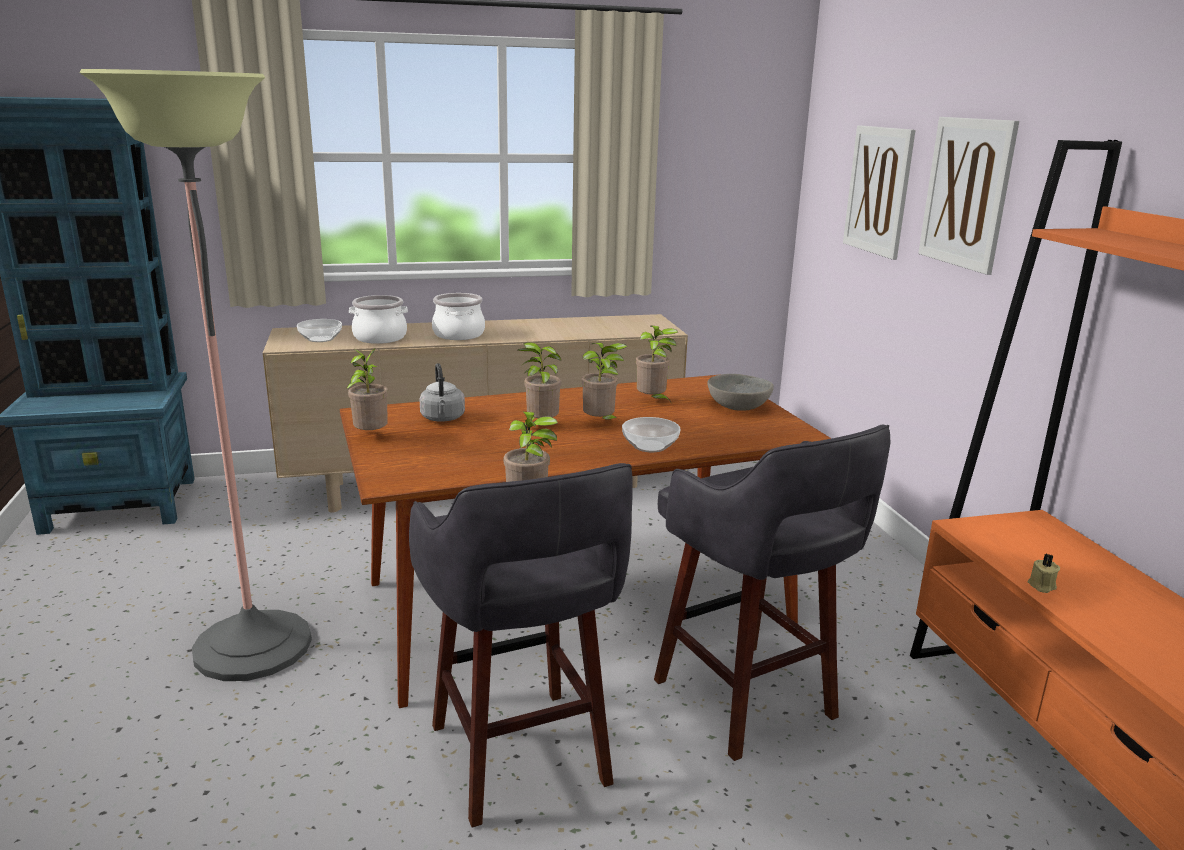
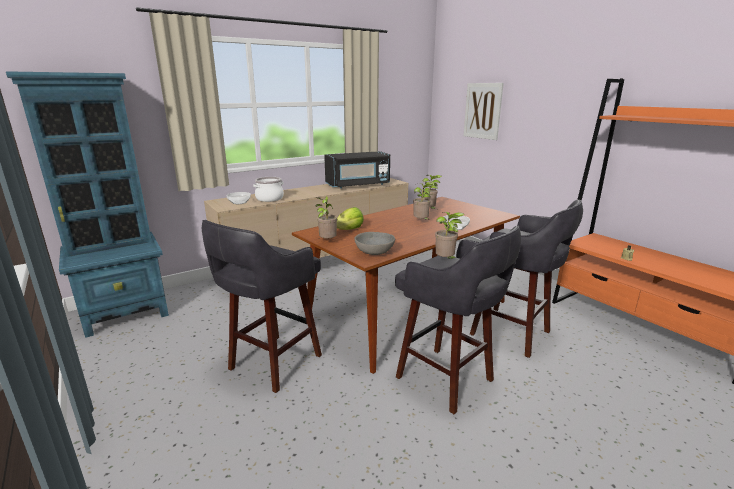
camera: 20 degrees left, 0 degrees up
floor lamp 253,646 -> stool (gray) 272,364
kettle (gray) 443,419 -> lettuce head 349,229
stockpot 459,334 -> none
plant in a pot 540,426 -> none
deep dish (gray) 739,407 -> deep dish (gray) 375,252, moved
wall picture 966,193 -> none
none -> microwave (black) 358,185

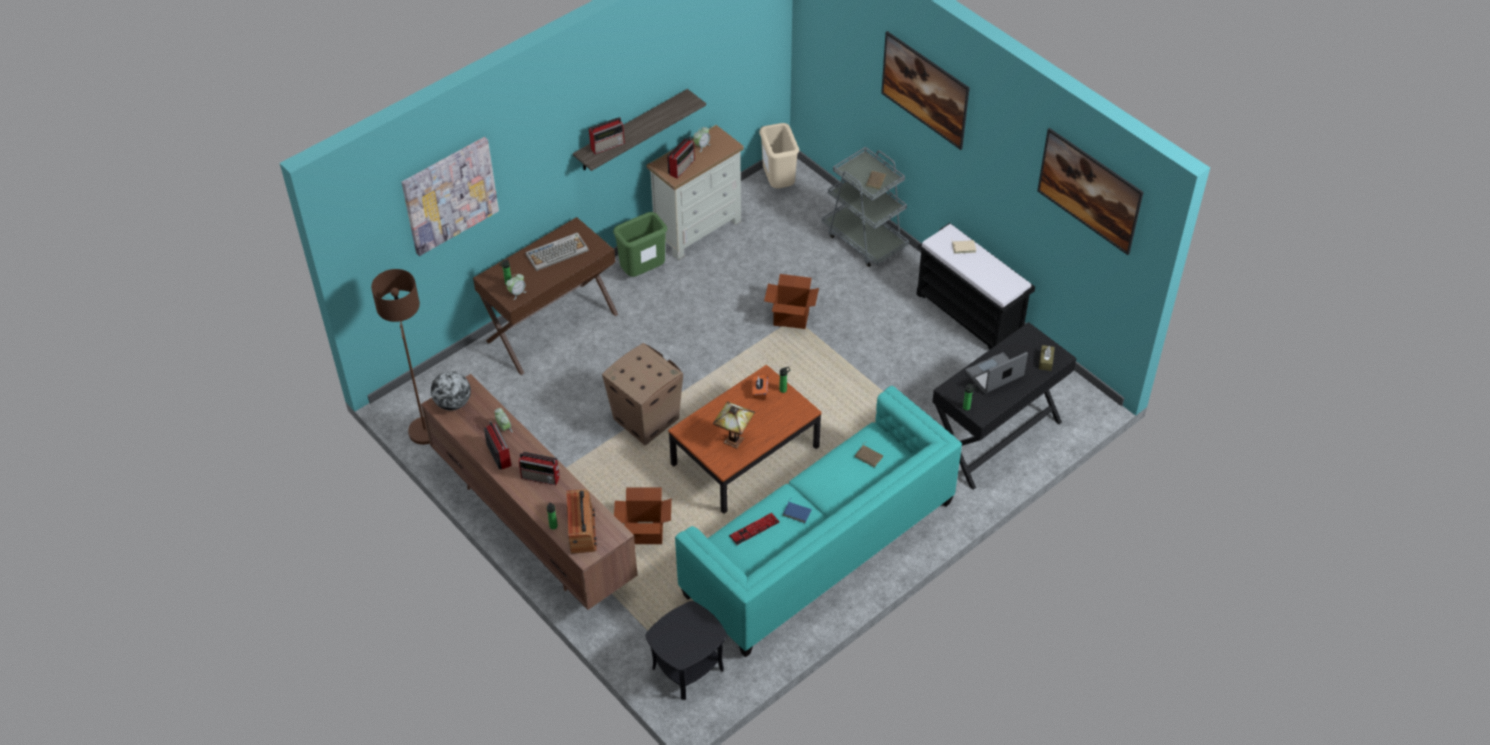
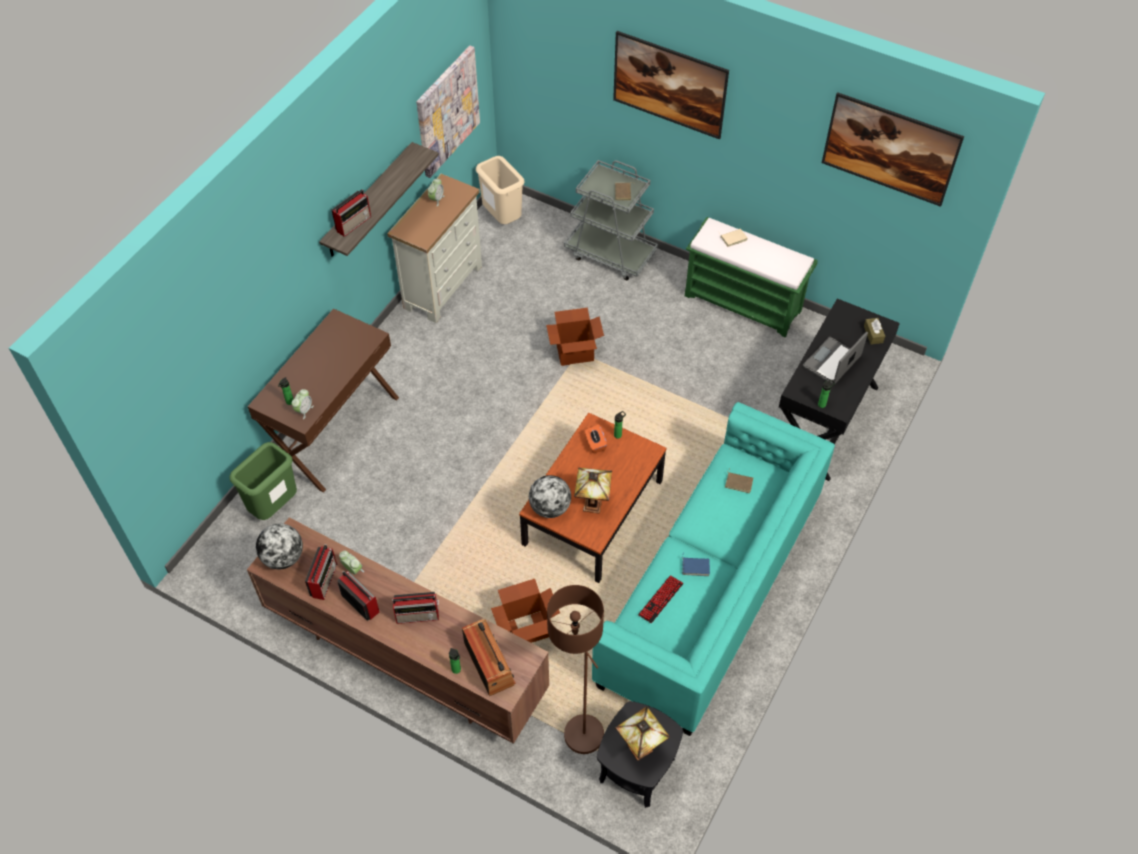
camera: 20 degrees left, 5 degrees up
floor lamp (brown-coloured) 424,424 -> floor lamp (brown-coloured) 577,725, moved
wall picture 449,195 -> wall picture 447,111, moved
computer keyboard 557,252 -> none
packing box 645,418 -> none
trash can (greenish) 643,272 -> trash can (greenish) 274,506, moved
radio set 682,167 -> radio set 324,579, moved
indoor bench (black) 970,315 -> indoor bench (greenish) 744,303
none -> world globe 550,508
none -> tabletop lamp 642,749

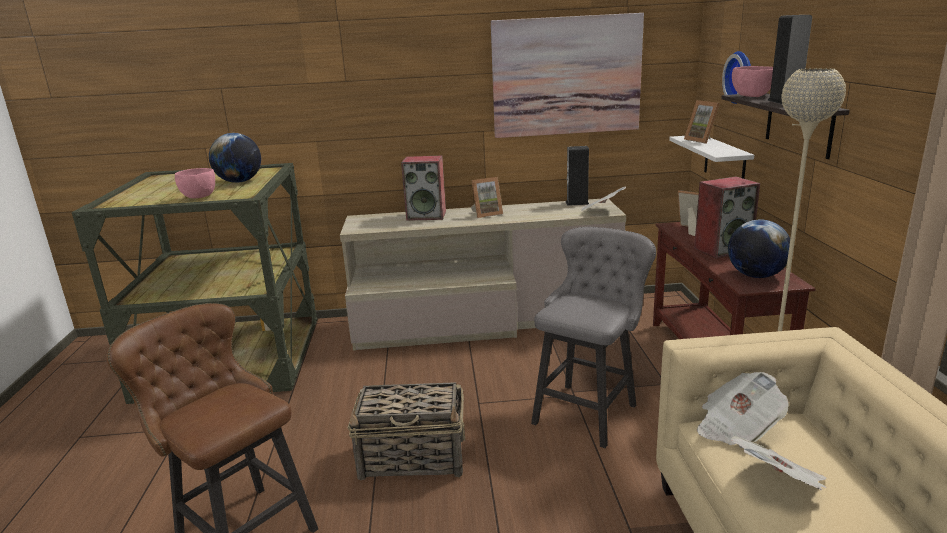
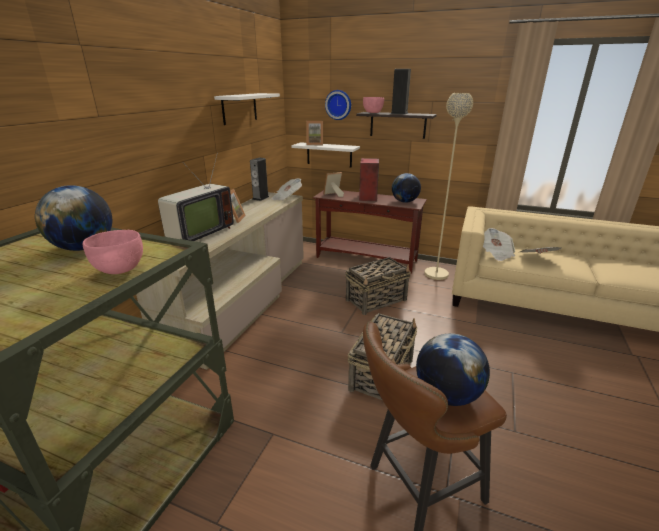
camera: 65 degrees left, 5 degrees up
loudspeaker 427,215 -> TV 198,234
wall picture 566,76 -> wall shelf (whitish) 239,108
stool (gray) 590,407 -> household basket 376,300
none -> world globe 447,395

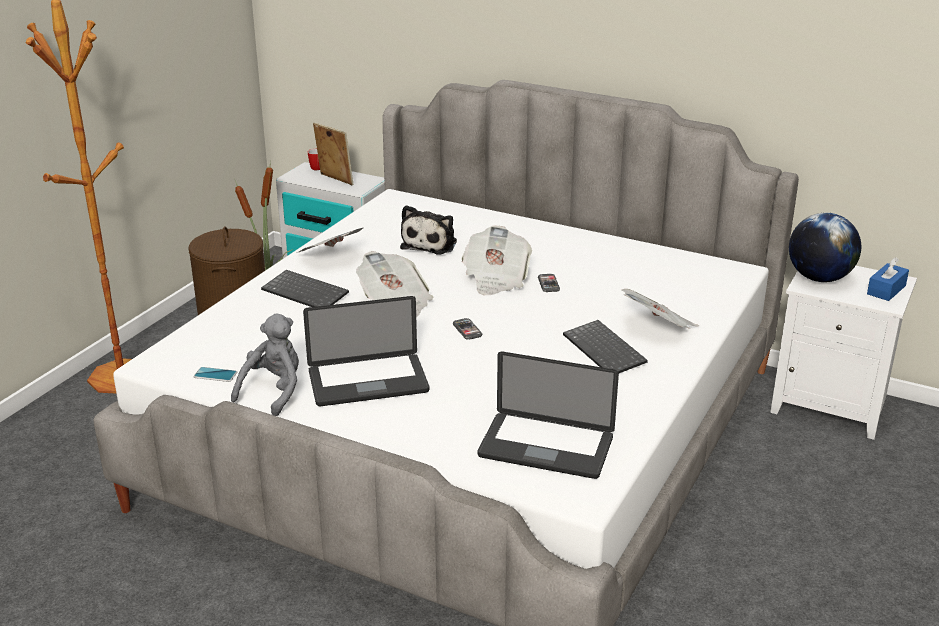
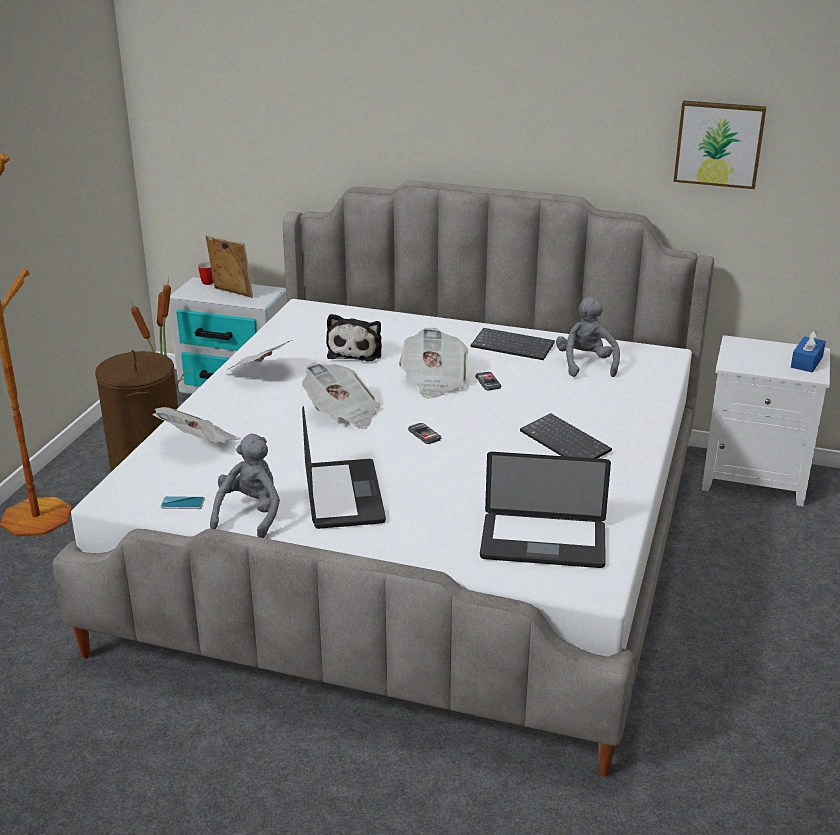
camera: 10 degrees left, 0 degrees up
computer keyboard 307,292 -> computer keyboard 514,346, moved
portable computer 368,382 -> portable computer 343,495, 75 degrees counterclockwise
daily paper 659,328 -> daily paper 199,445, moved
world globe 819,278 -> none
none -> soft toy (gray) 586,364
none -> wall picture 719,143

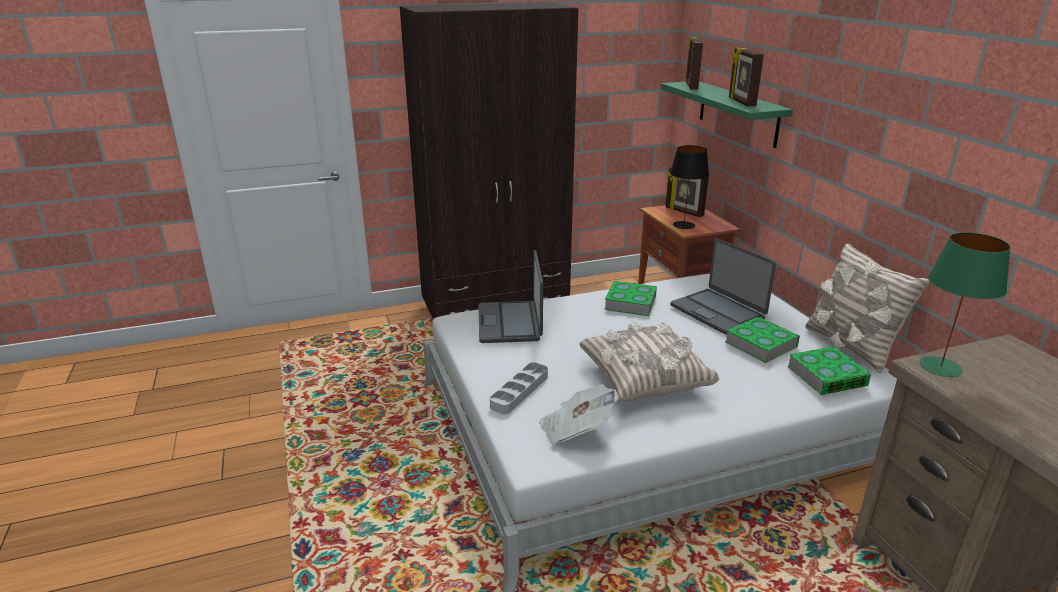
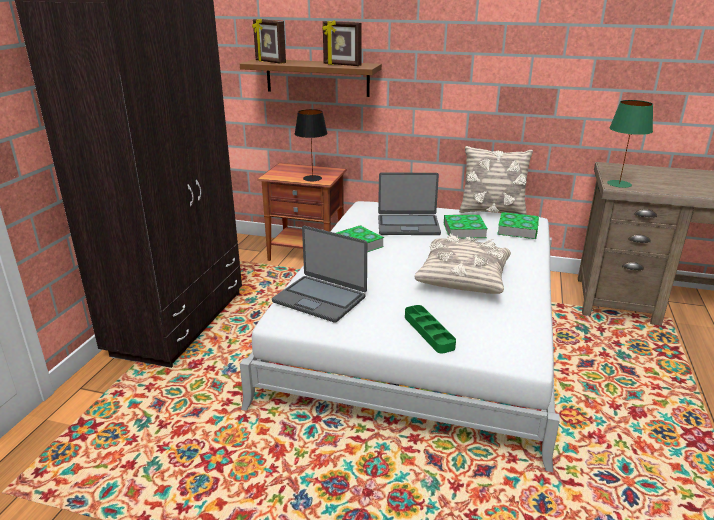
camera: 55 degrees left, 0 degrees up
carrying tray (gray) 519,391 -> carrying tray (greenish) 428,332
daily paper 576,430 -> none
wall shelf (greenish) 738,113 -> wall shelf (brown-coloured) 317,77
photo frame 683,212 -> none

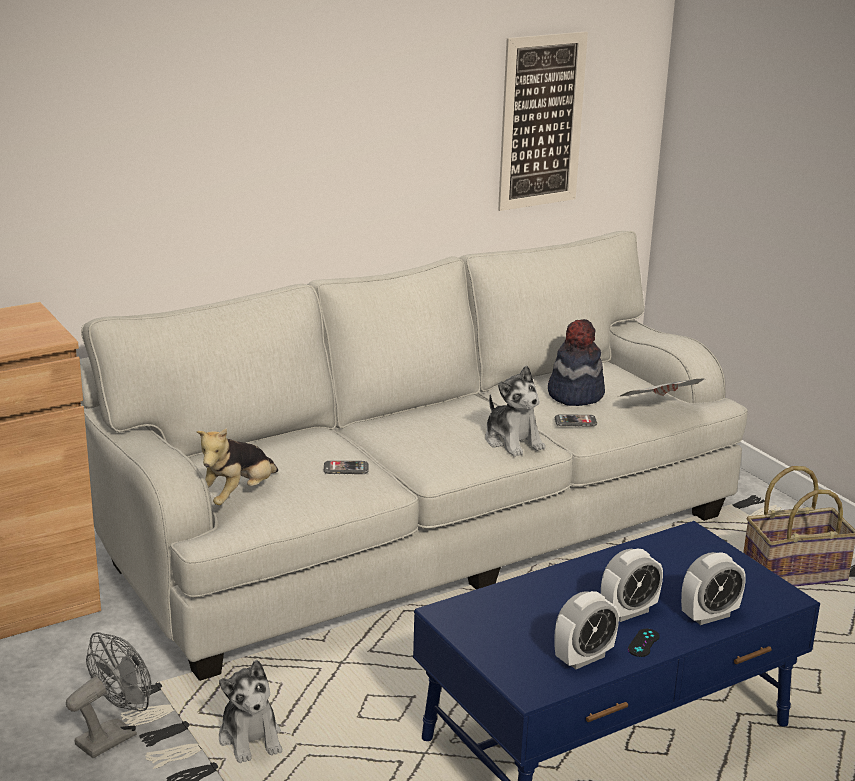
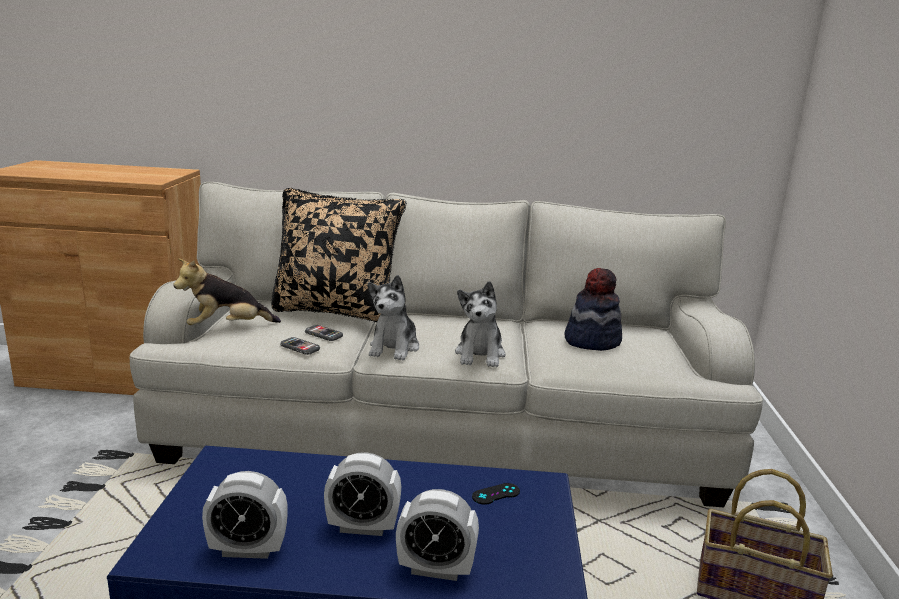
camera: 35 degrees right, 5 degrees down
cooling fan (gray) 113,735 -> none
soft toy 251,738 -> soft toy 394,348, moved
wall picture 541,121 -> none
handset 575,422 -> handset 300,347, moved
daily paper 658,408 -> none
game controller (black) 643,643 -> game controller (black) 496,494, moved
none -> pillow (black) 336,313

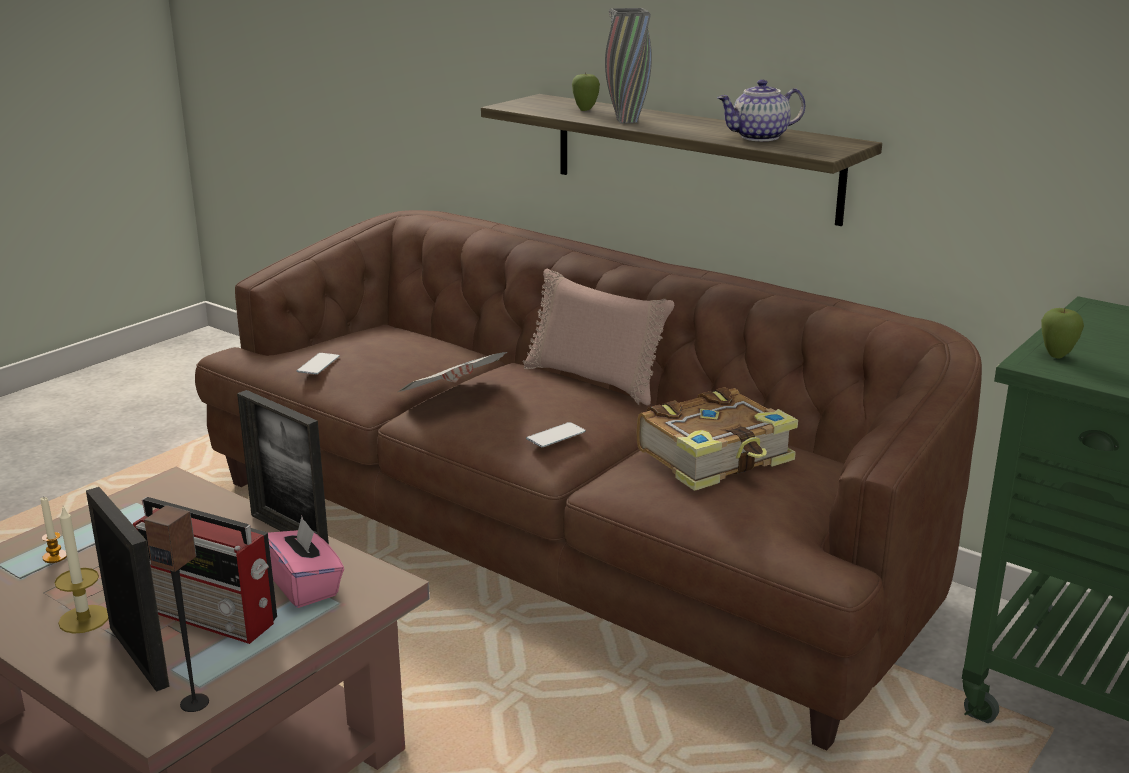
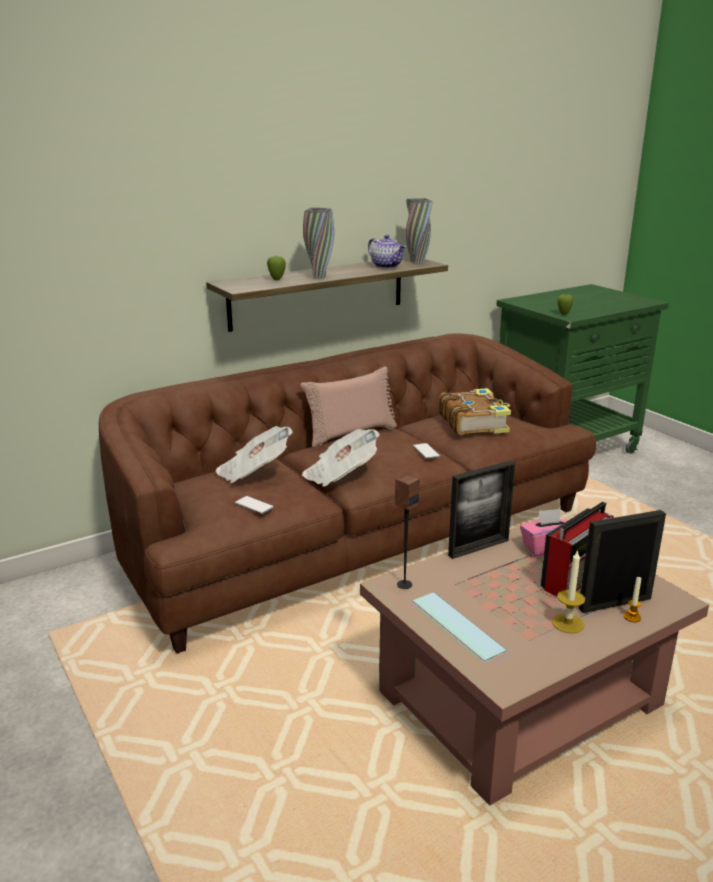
camera: 70 degrees left, 0 degrees up
candle 55,557 -> candle 632,617, moved
loudspeaker 195,702 -> loudspeaker 404,584, moved
teapot 759,137 -> teapot 387,266, 45 degrees counterclockwise
none -> daily paper 254,472
none -> vase (gray) 417,262

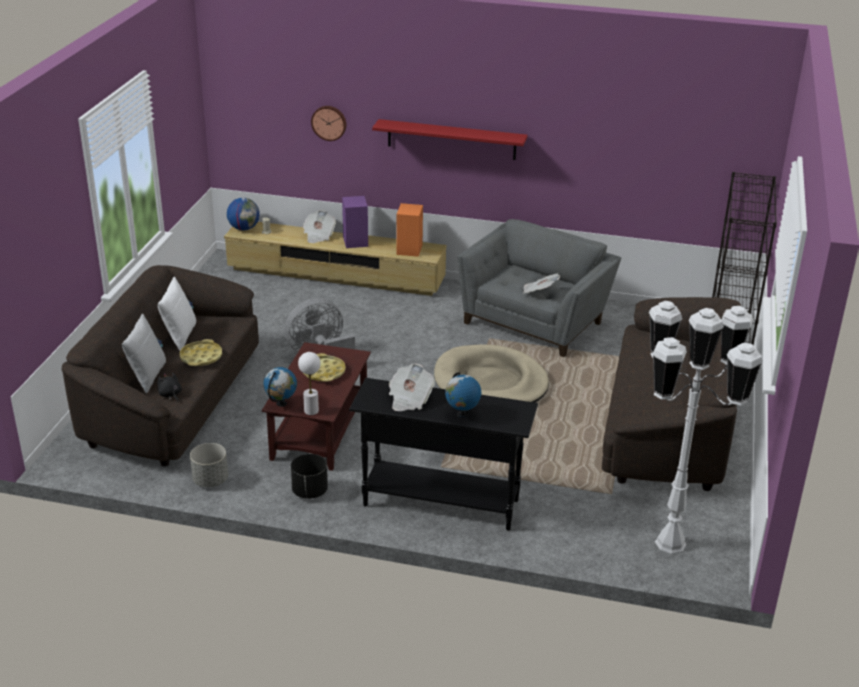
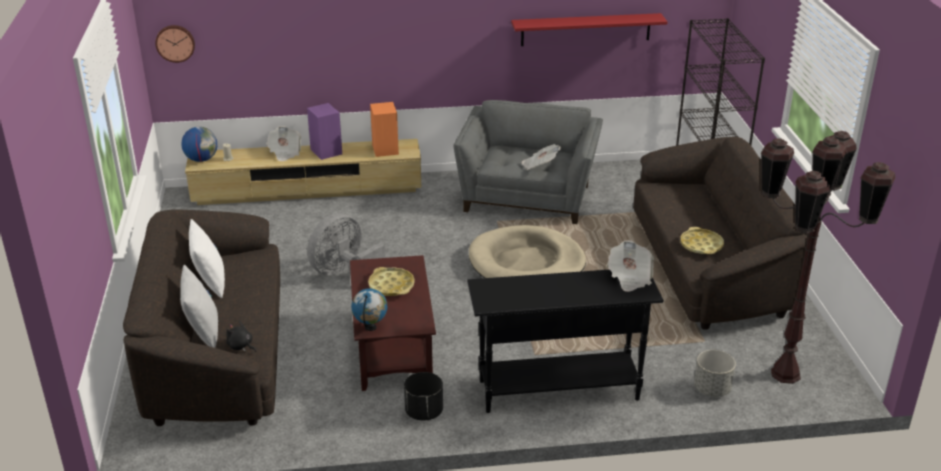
camera: 20 degrees left, 0 degrees up
carrying tray (yellowish) 201,357 -> carrying tray (yellowish) 701,245, moved
flower pot (gray) 210,480 -> flower pot (gray) 712,389, moved
tabletop lamp (whitish) 311,411 -> none
clock on the wall 329,122 -> clock on the wall 175,43, moved
wall shelf (reddish) 451,139 -> wall shelf (reddish) 585,29, moved
daily paper 409,399 -> daily paper 629,277, moved
world globe 462,414 -> none
floor lamp (whitish) 671,543 -> floor lamp (brown-coloured) 786,374

